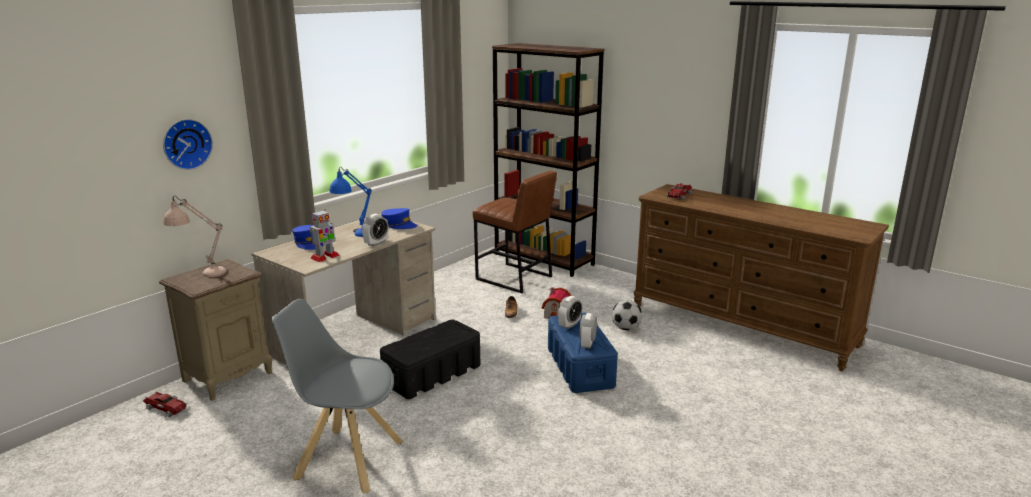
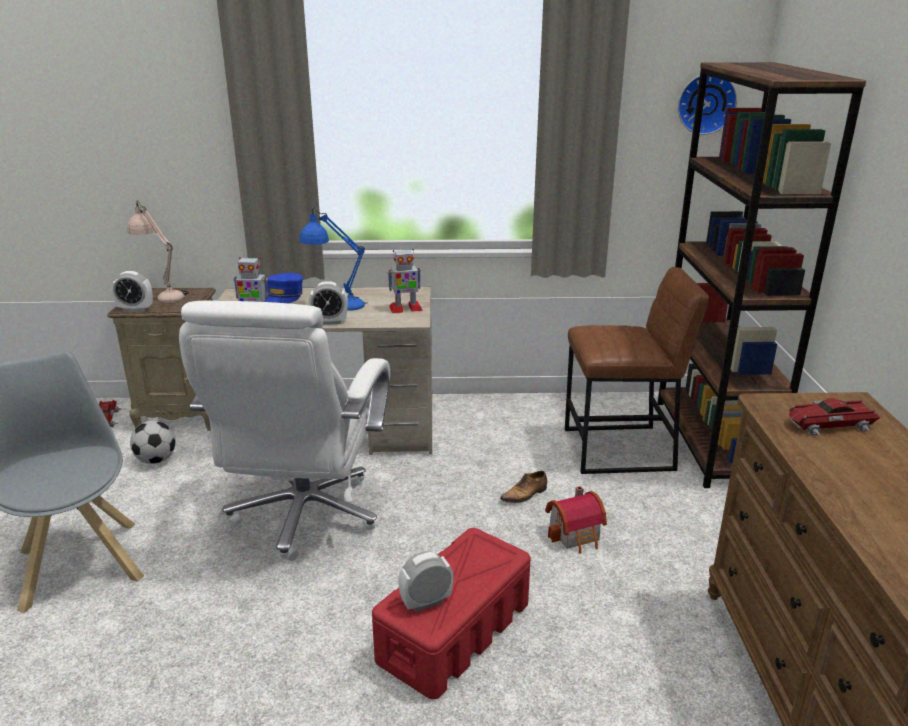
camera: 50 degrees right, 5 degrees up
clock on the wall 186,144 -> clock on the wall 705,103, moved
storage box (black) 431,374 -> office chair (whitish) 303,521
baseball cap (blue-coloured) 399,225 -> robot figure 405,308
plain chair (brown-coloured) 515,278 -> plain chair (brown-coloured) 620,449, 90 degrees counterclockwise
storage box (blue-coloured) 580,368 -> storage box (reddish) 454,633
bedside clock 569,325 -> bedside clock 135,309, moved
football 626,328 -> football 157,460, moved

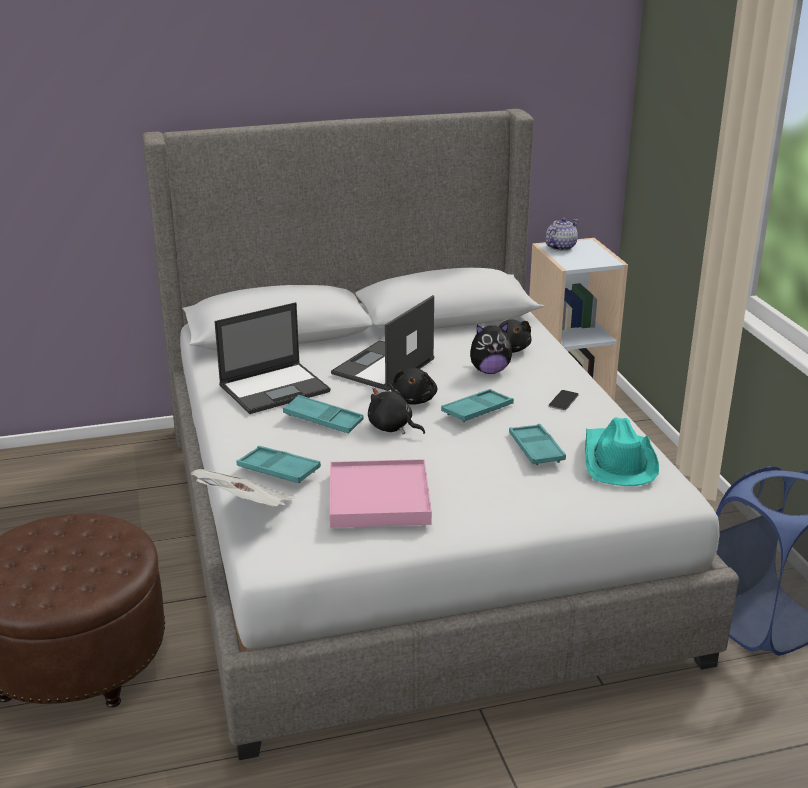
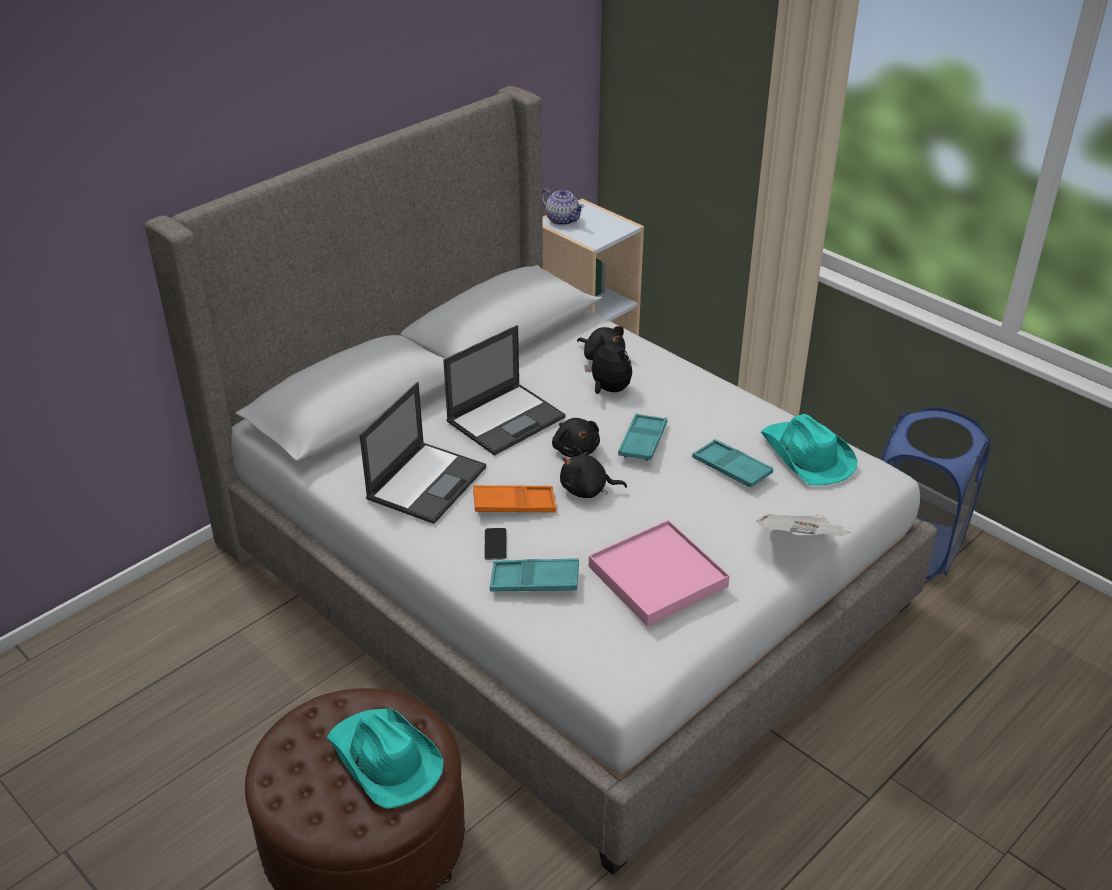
camera: 30 degrees left, 10 degrees up
daily paper 247,510 -> daily paper 800,543, moved
carrying tray (turquoise) 323,420 -> carrying tray (orange-coloured) 514,504
portable computer 383,367 -> portable computer 506,419, 135 degrees counterclockwise
soft toy 489,371 -> soft toy 608,390, 90 degrees counterclockwise
teapot 560,247 -> teapot 563,220, 120 degrees clockwise
handset 563,400 -> handset 495,544, moved
none -> hat (turquoise) 384,760

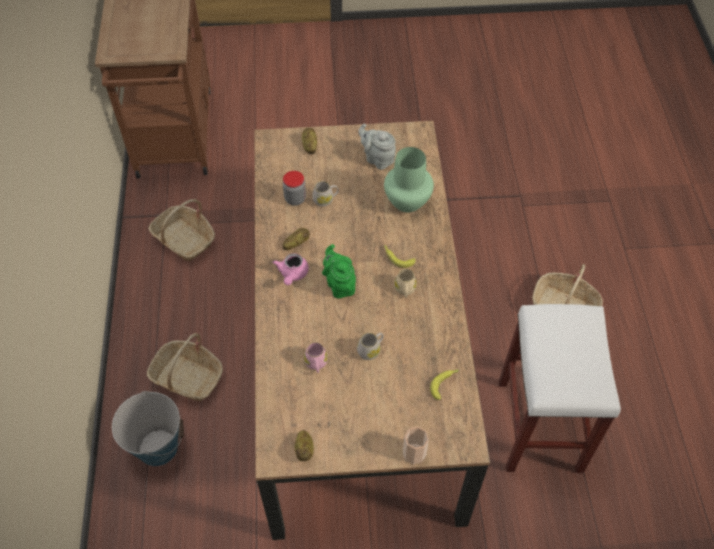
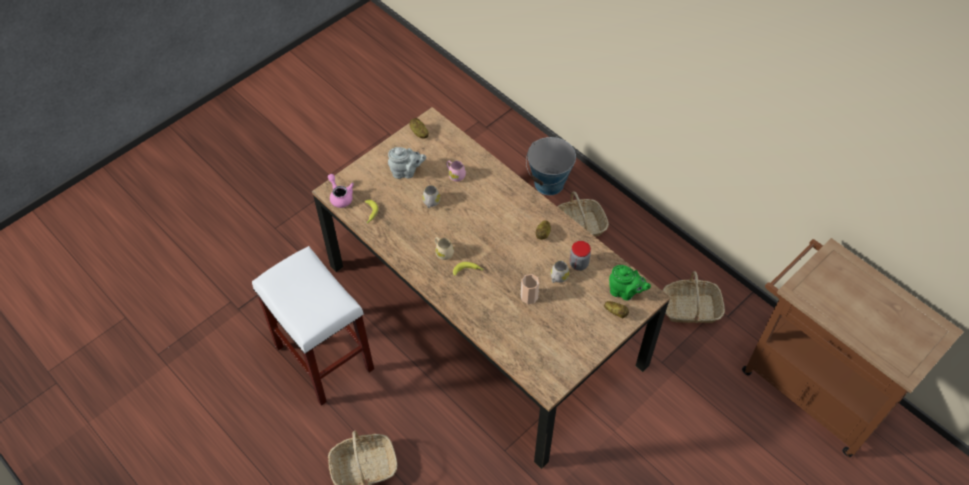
camera: 140 degrees right, 0 degrees up
teapot (pink-coloured) 292,274 -> teapot (pink-coloured) 340,196, moved
teapot (greenish) 339,285 -> teapot (greenish) 625,292, moved
teapot (gray) 377,159 -> teapot (gray) 406,172, moved
vase (greenish) 408,201 -> none
small cup 414,453 -> small cup 529,296, moved

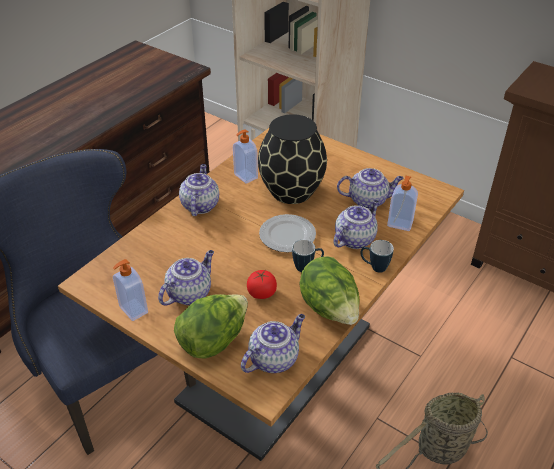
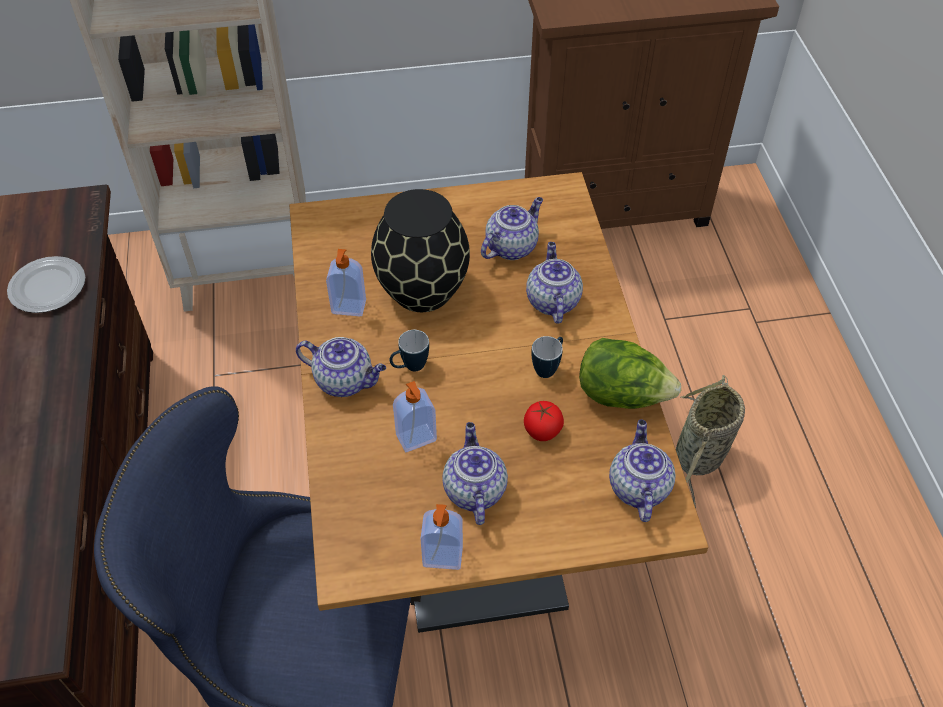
camera: 45 degrees left, 10 degrees up
lettuce head 213,340 -> none
teapot 200,205 -> teapot 345,380, 150 degrees clockwise
dinner plate 287,235 -> dinner plate 47,287, moved
coffee mug 374,267 -> coffee mug 410,367, moved
liquid soap bottle 399,224 -> liquid soap bottle 416,439, moved

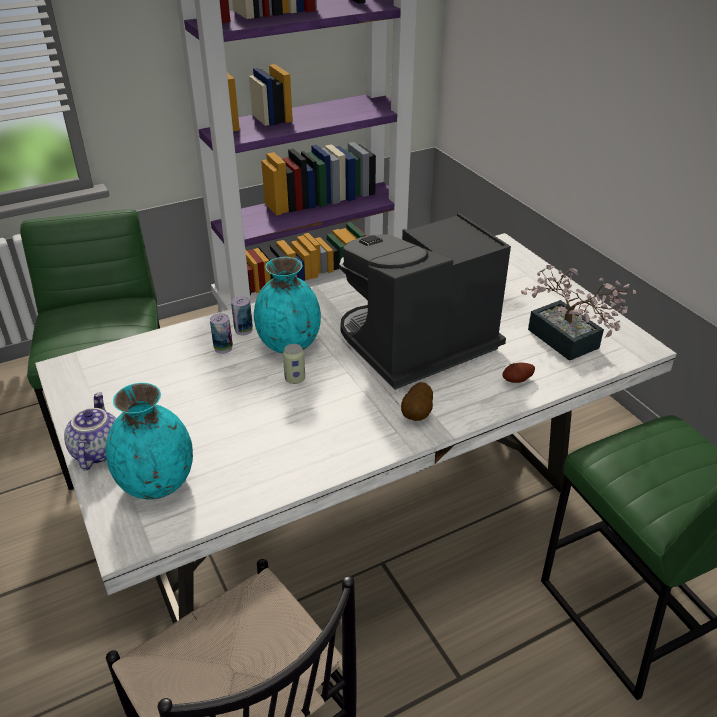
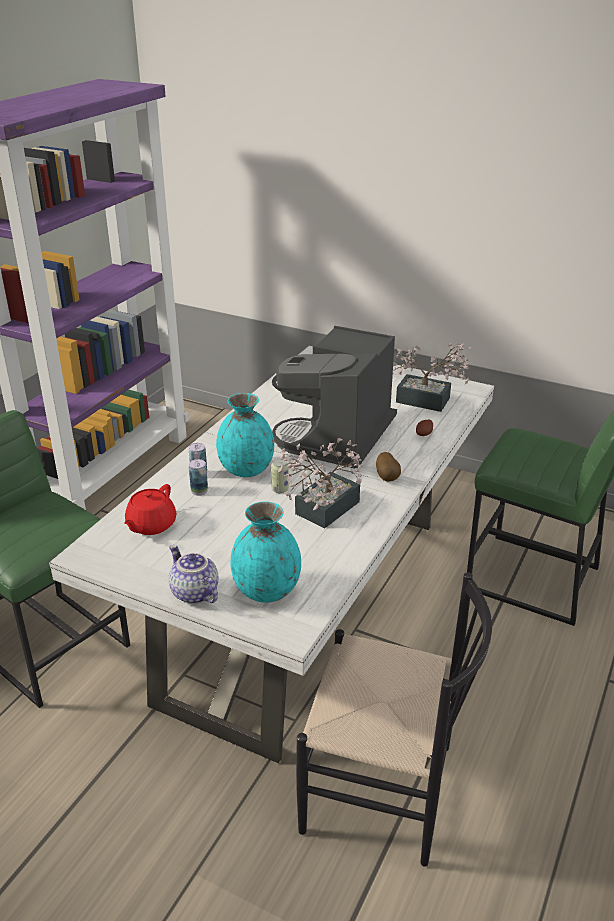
camera: 35 degrees left, 5 degrees down
none -> teapot (reddish) 150,525
none -> plant in a pot 321,511

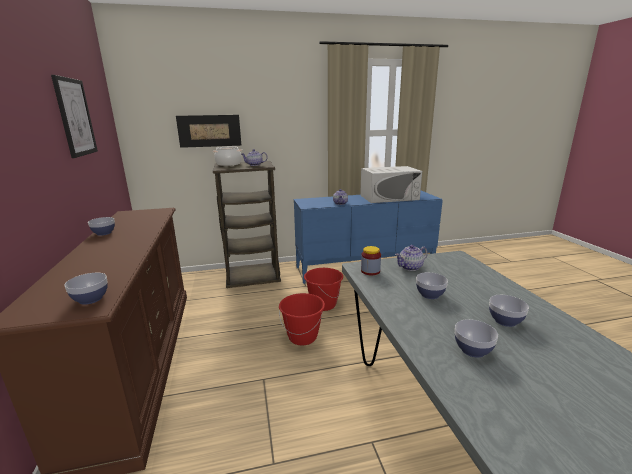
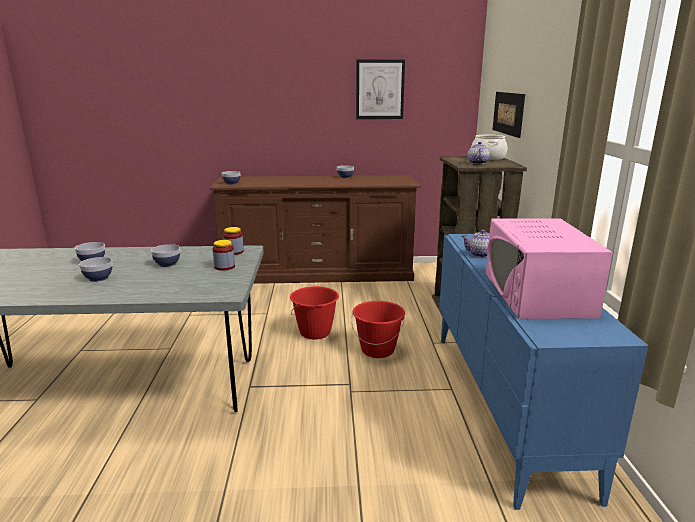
camera: 100 degrees right, 0 degrees up
microwave (whitish) 389,197 -> microwave (pink-coloured) 537,294
teapot 410,267 -> preserve jar 224,267

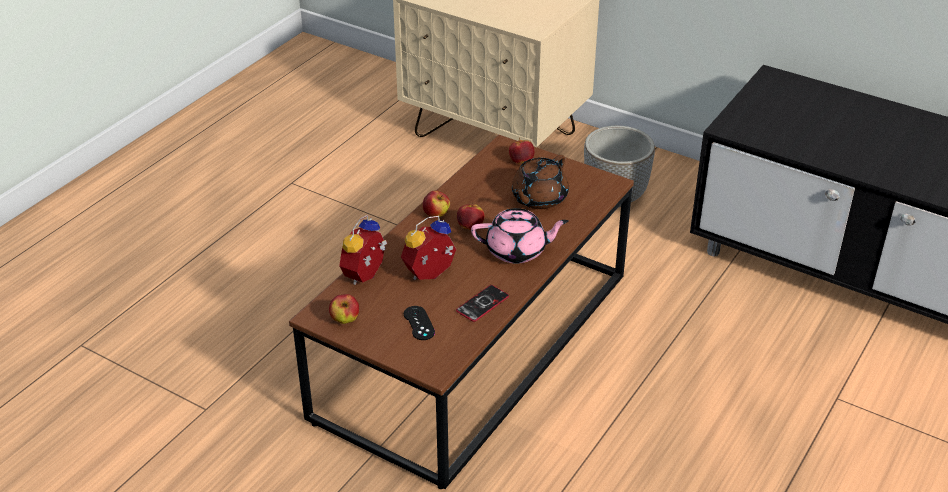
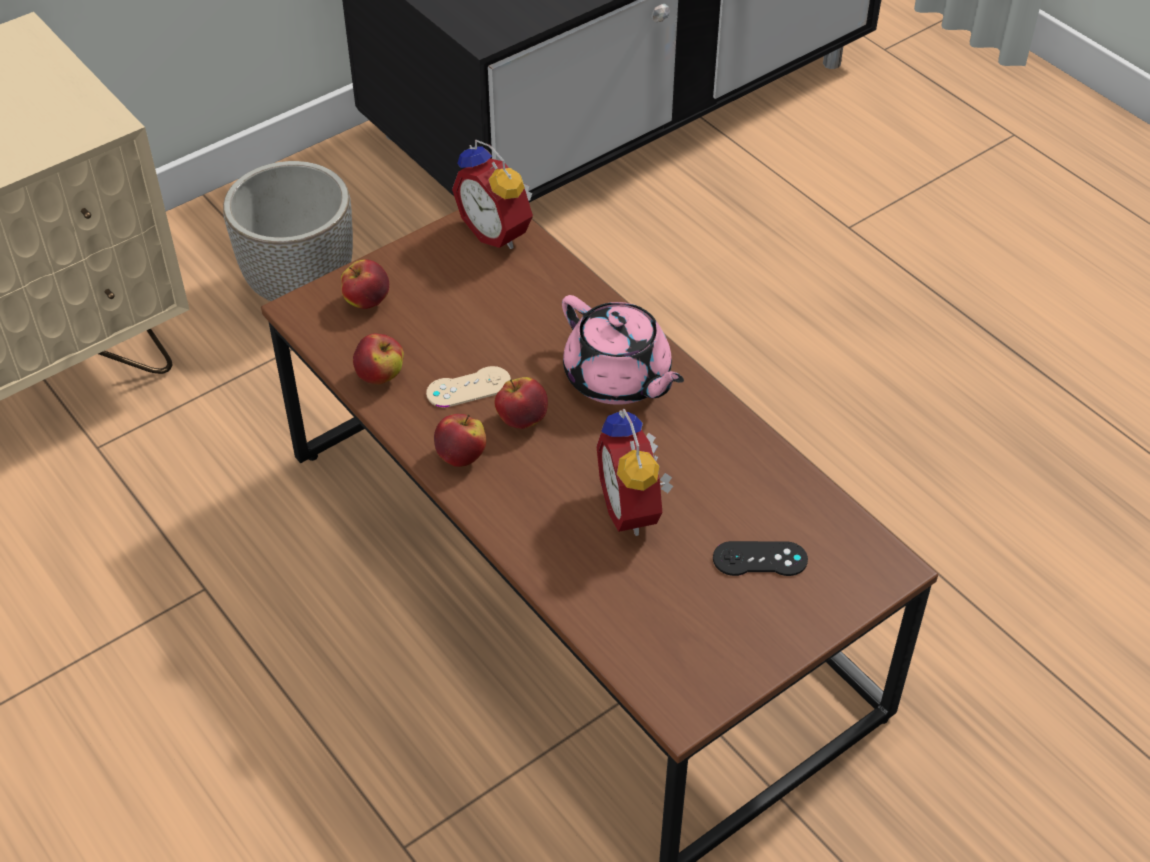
camera: 70 degrees left, 10 degrees up
apple fruit 345,320 -> apple fruit 380,376, moved
bedside clock 367,276 -> bedside clock 498,231, moved
handset 482,304 -> none
teapot (pink-coloured) 517,251 -> teapot (pink-coloured) 618,379, 120 degrees clockwise
teapot (brown-coloured) 538,198 -> none
none -> game controller (beige) 468,387

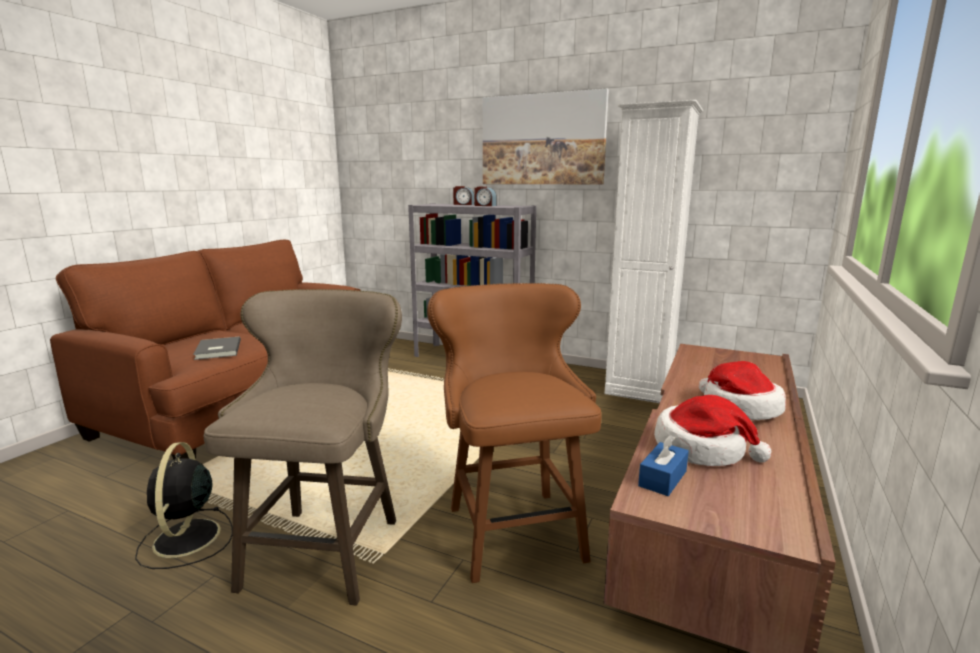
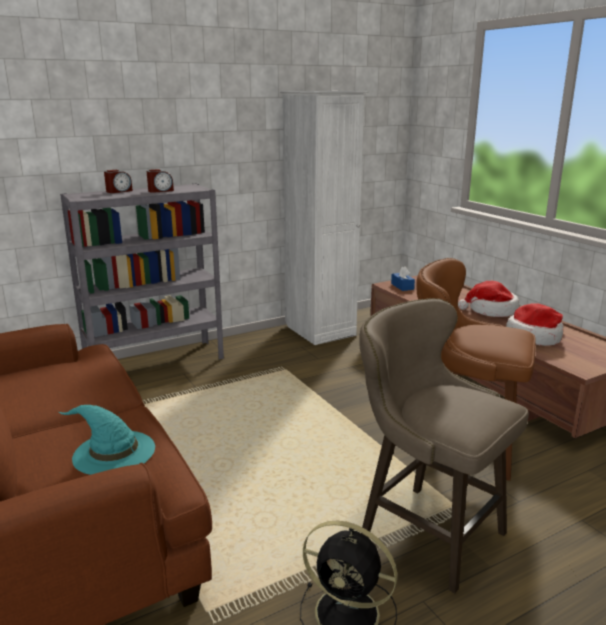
camera: 55 degrees left, 5 degrees up
bound book (gray) 216,350 -> hat (turquoise) 112,452
wall picture 542,140 -> none
tissue holder (blue-coloured) 662,478 -> tissue holder (blue-coloured) 402,286, moved

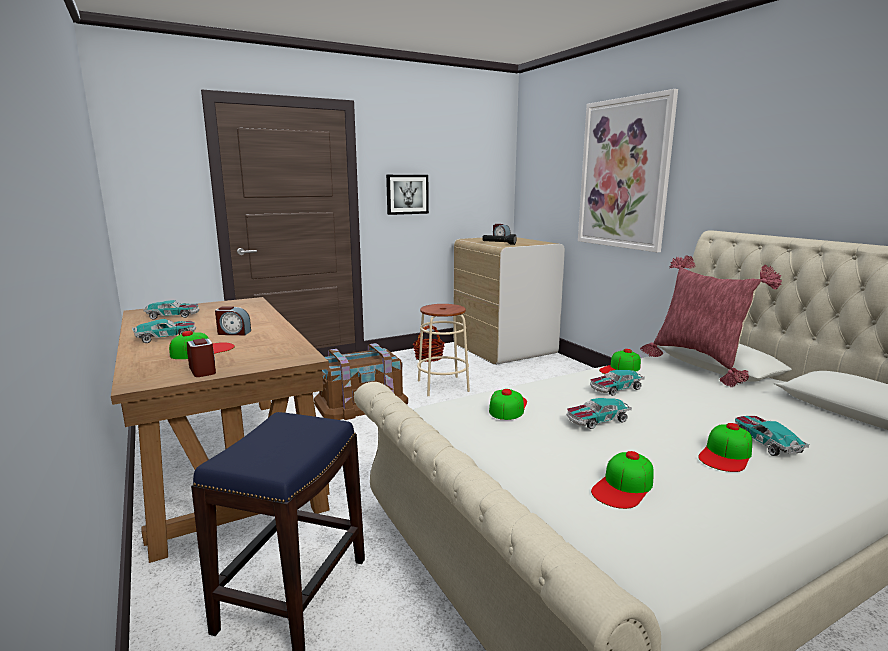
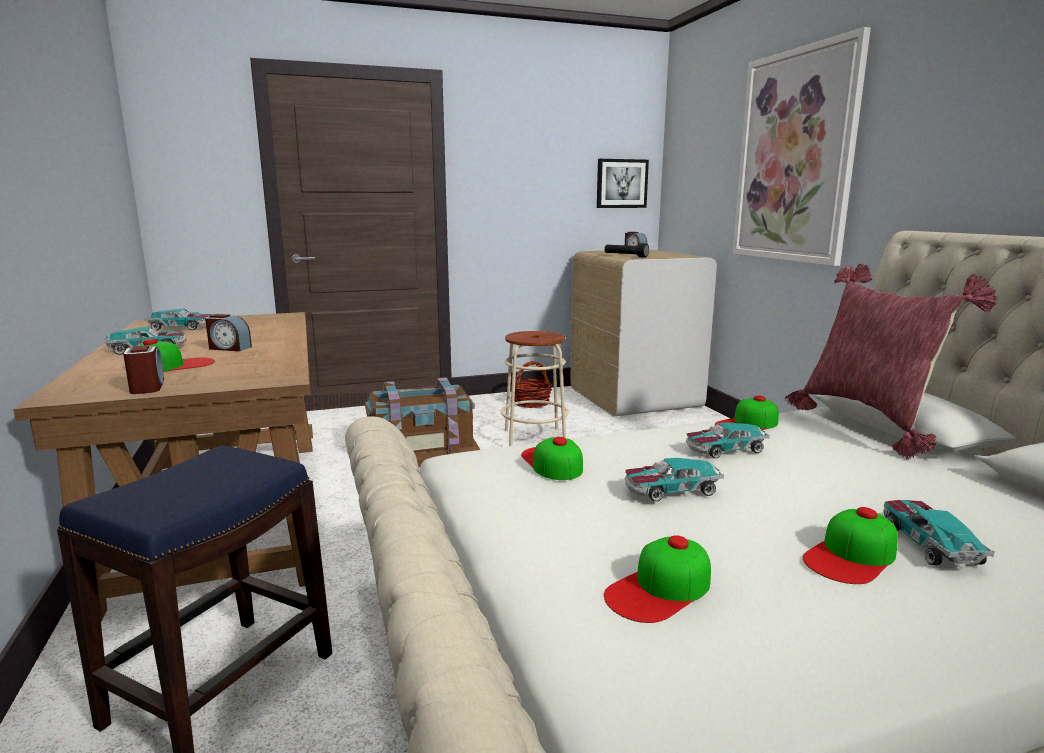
camera: 10 degrees right, 0 degrees up
wall picture 407,194 -> wall picture 621,183, moved
baseball cap 507,406 -> baseball cap 551,462, 45 degrees counterclockwise

